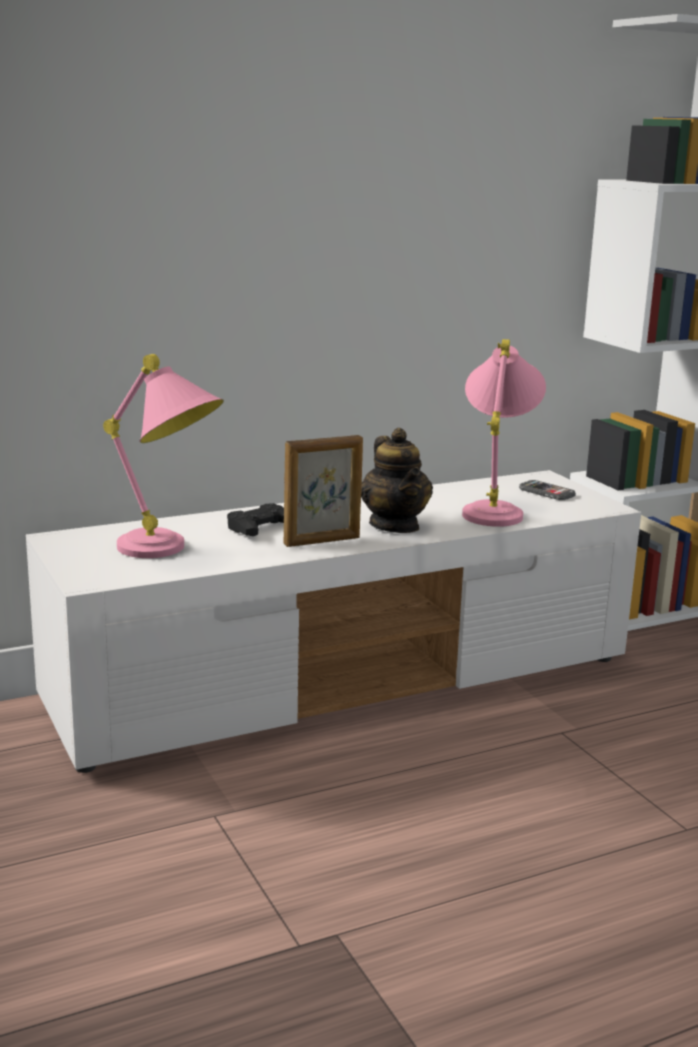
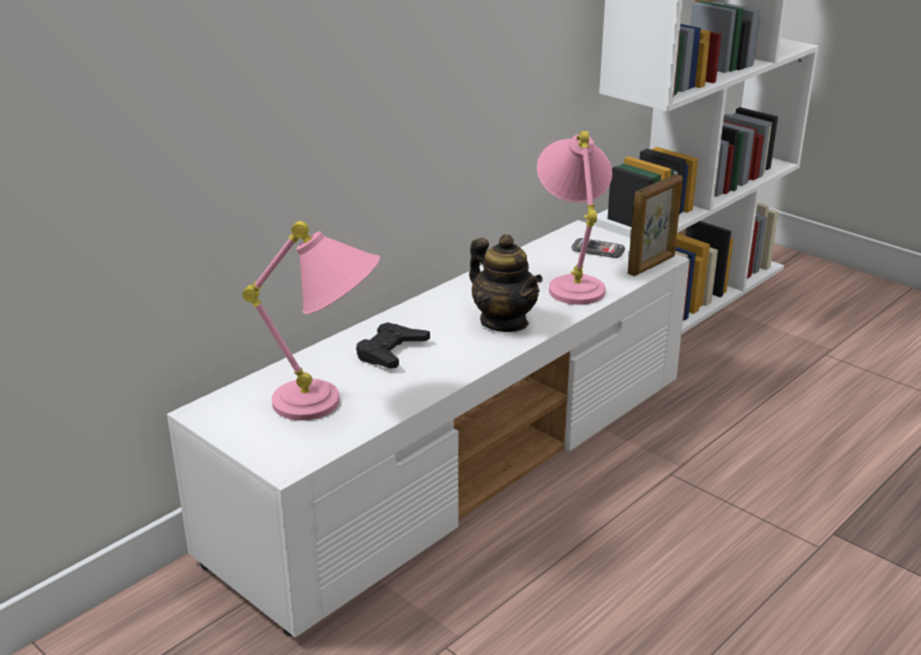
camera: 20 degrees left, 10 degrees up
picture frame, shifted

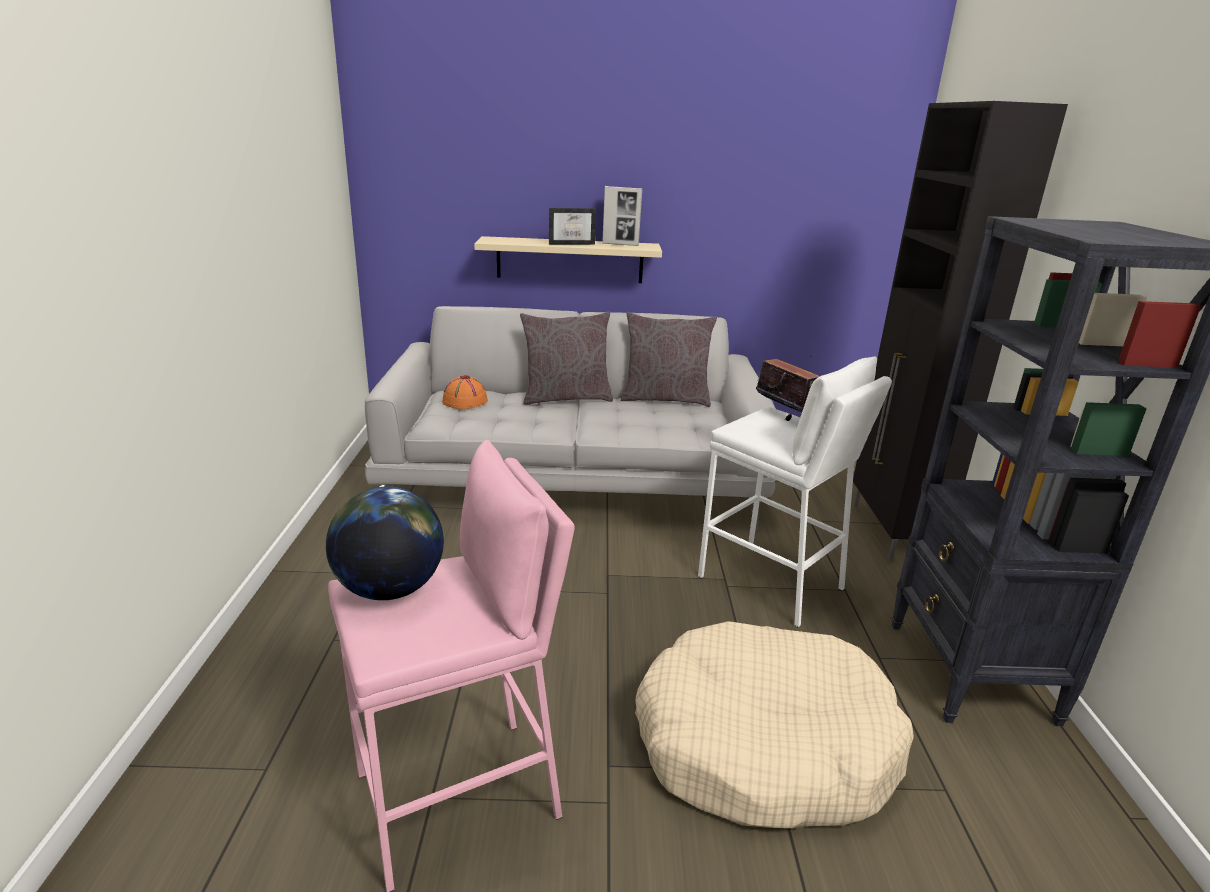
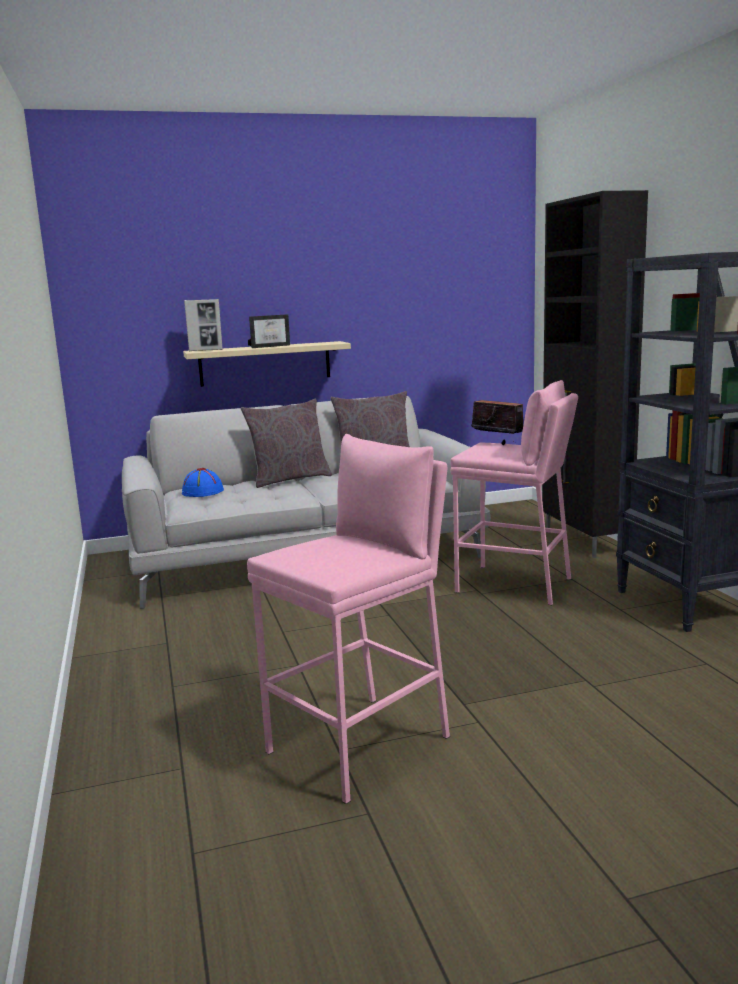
camera: 15 degrees left, 10 degrees down
picture frame (no. 2 from left in the first image) => picture frame (no. 1 from left), shifted
white stool => pink stool (no. 2 from left)
orange clothing hat => blue clothing hat
globe => nothing
beige-coloured pet bed => nothing

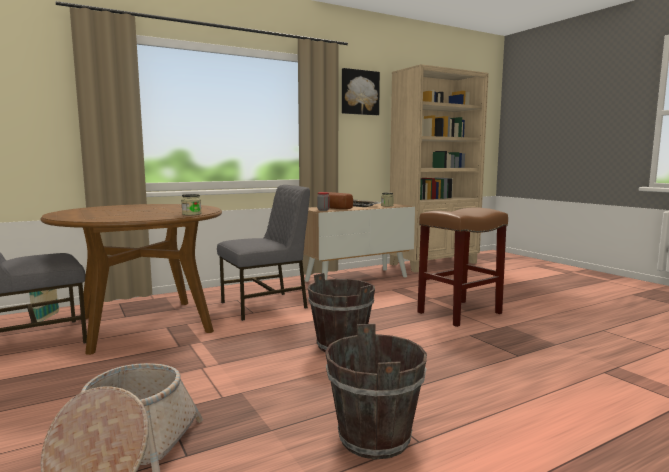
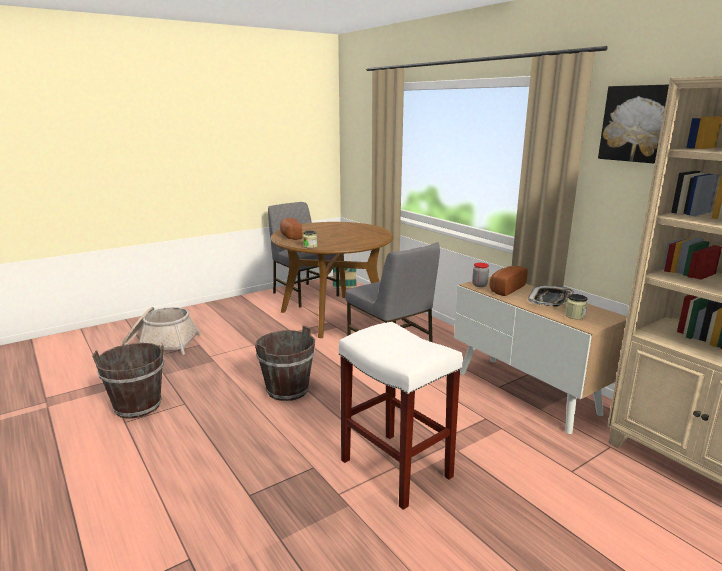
camera: 85 degrees right, 10 degrees up
brown-coloured stool => white stool
nothing => bread (no. 1 from left)

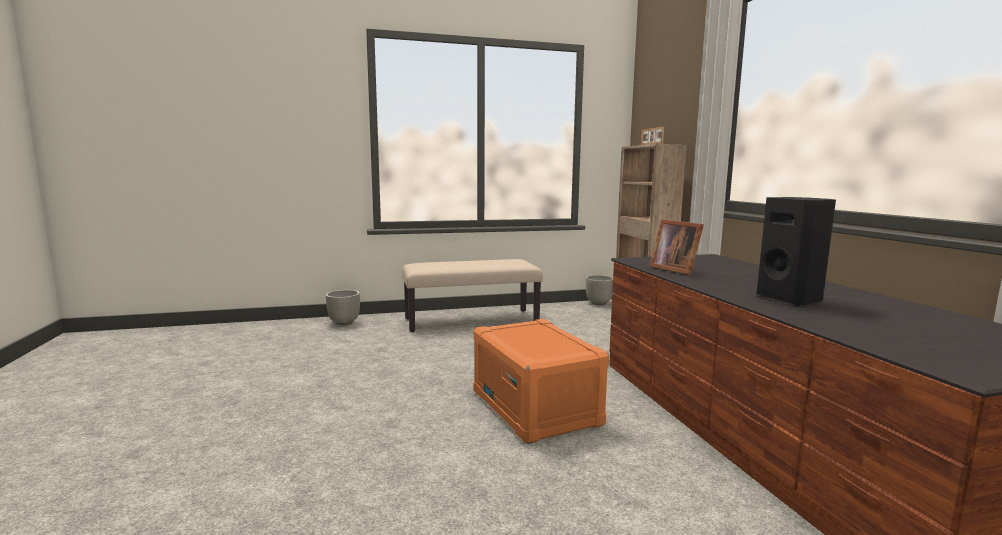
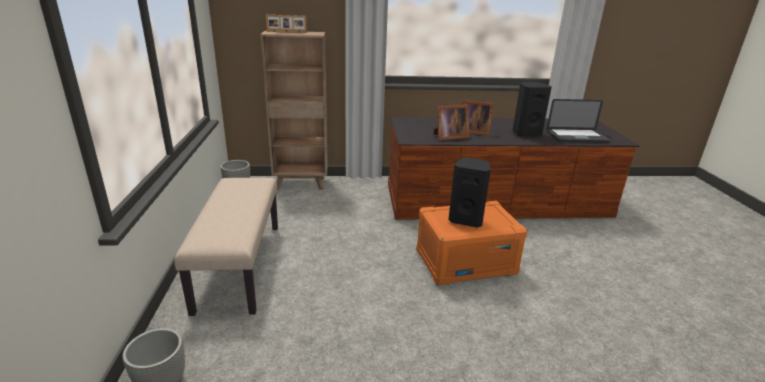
camera: 80 degrees left, 15 degrees up
nothing => laptop
nothing => picture frame (no. 3 from left)
nothing => black-coloured speaker (no. 1 from left)

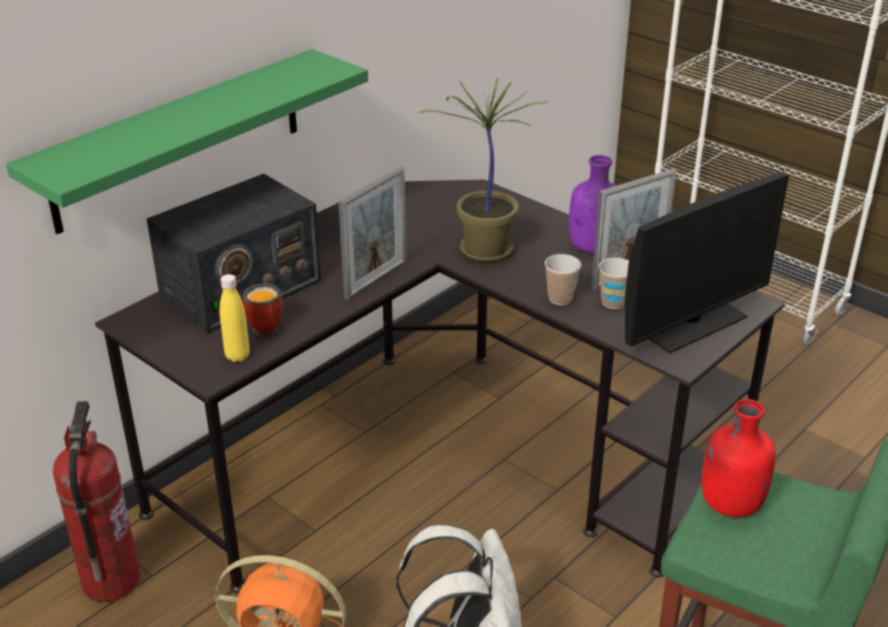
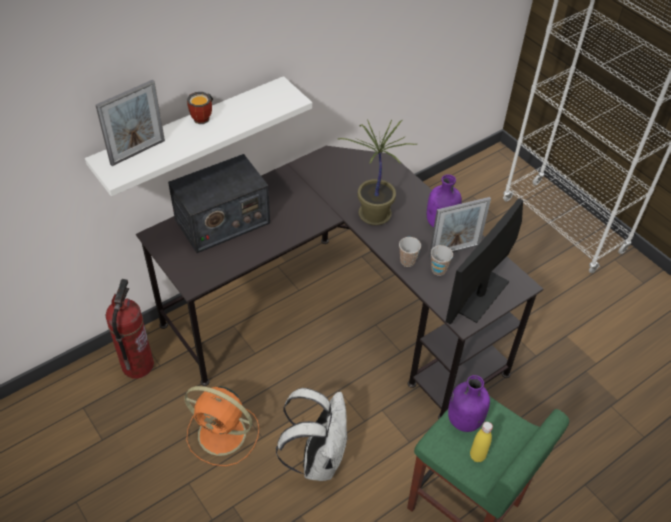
camera: 10 degrees right, 15 degrees up
greenish wall shelf => white wall shelf
picture frame (no. 1 from left), shifted
monitor, 150 degrees clockwise
yellow-coloured drink bottle, shifted
mug, shifted
reddish drink bottle => purplish drink bottle (no. 2 from left)

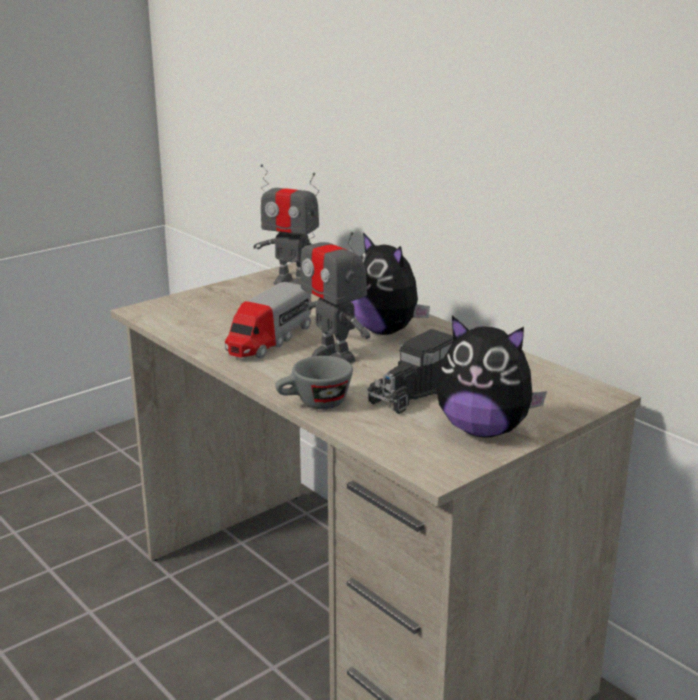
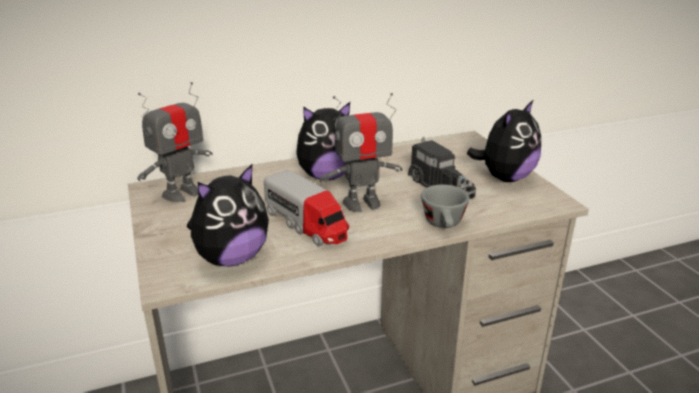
camera: 70 degrees left, 5 degrees up
nothing => plush toy (no. 1 from left)

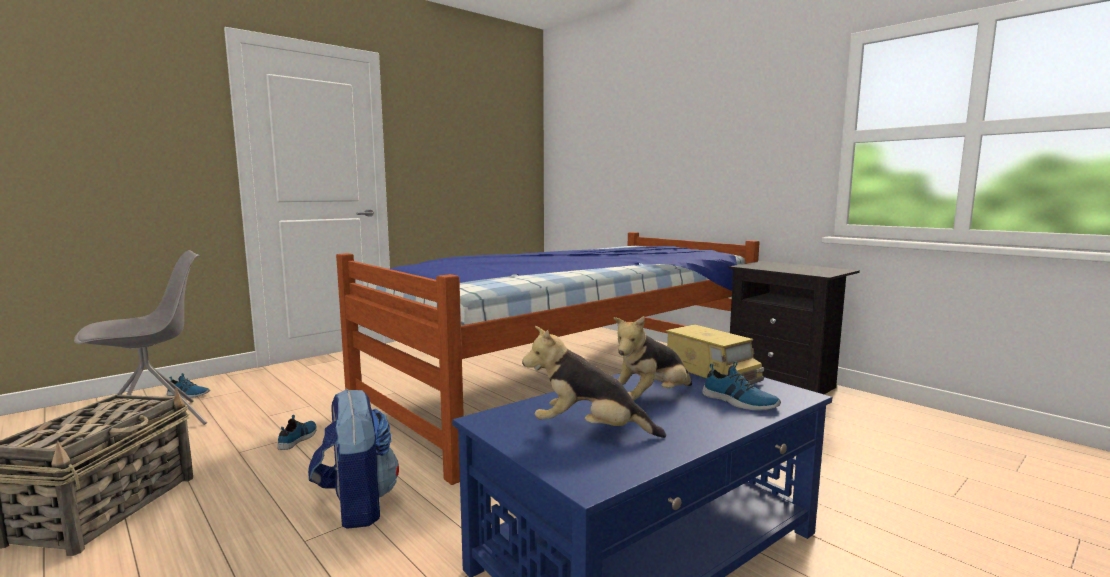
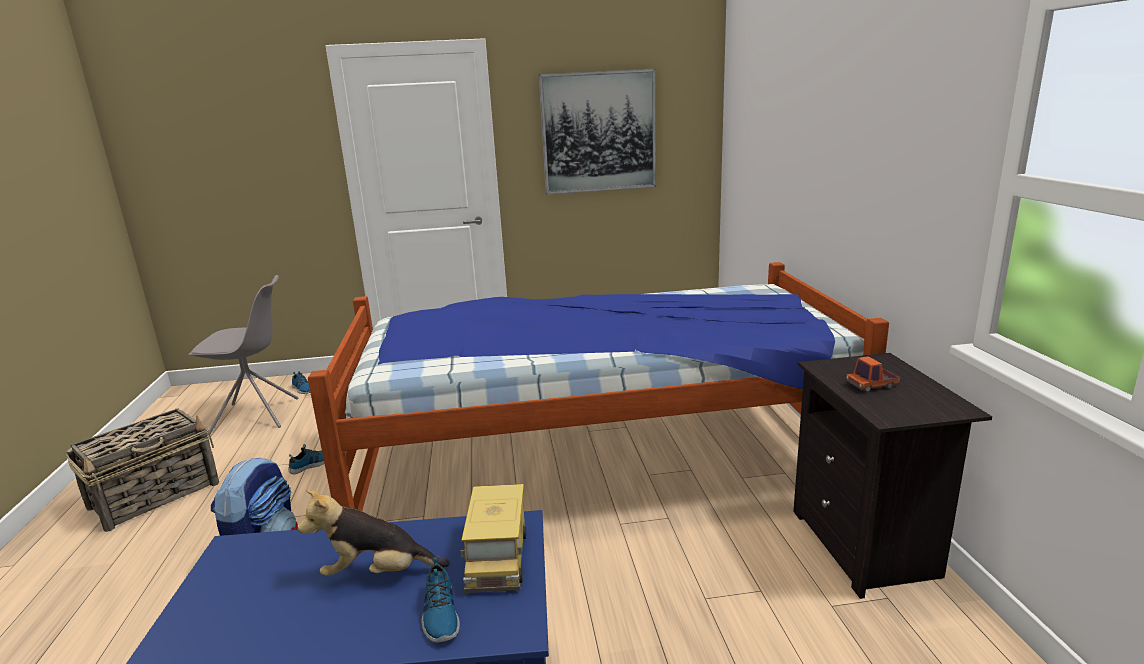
camera: 35 degrees right, 10 degrees up
plush toy (no. 1 from left) => nothing
nothing => wall picture
nothing => toy truck (no. 2 from left)

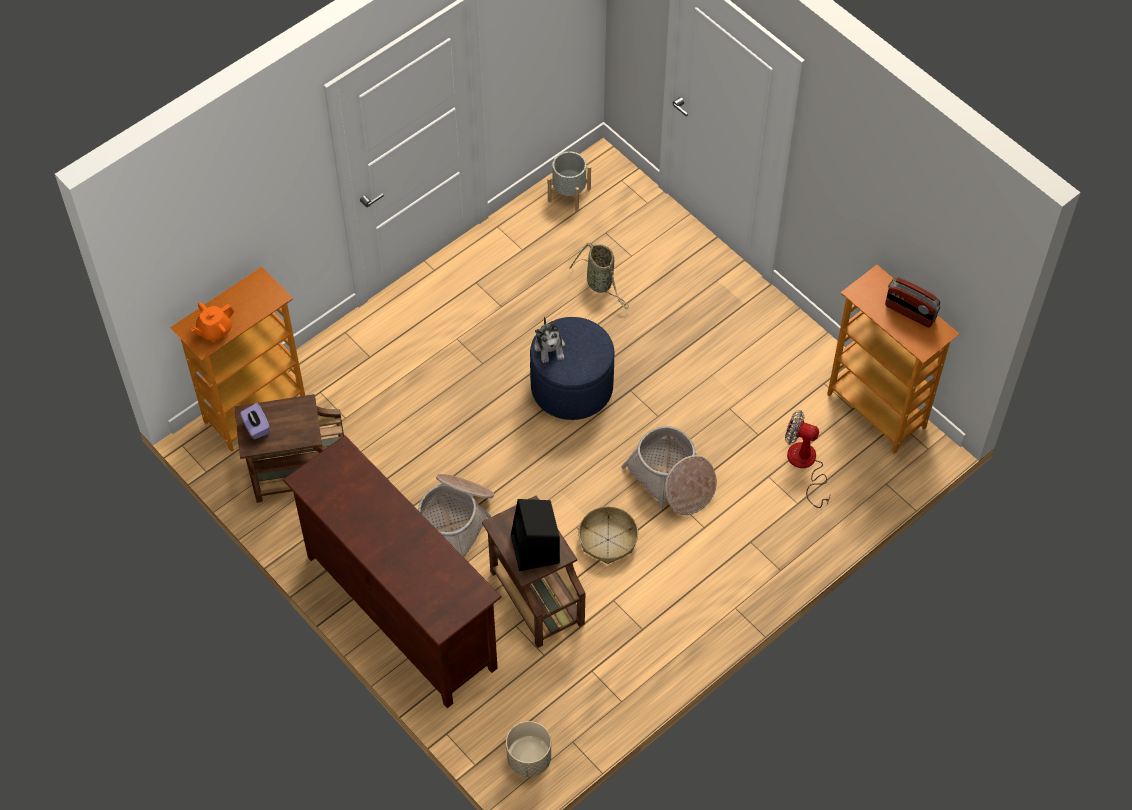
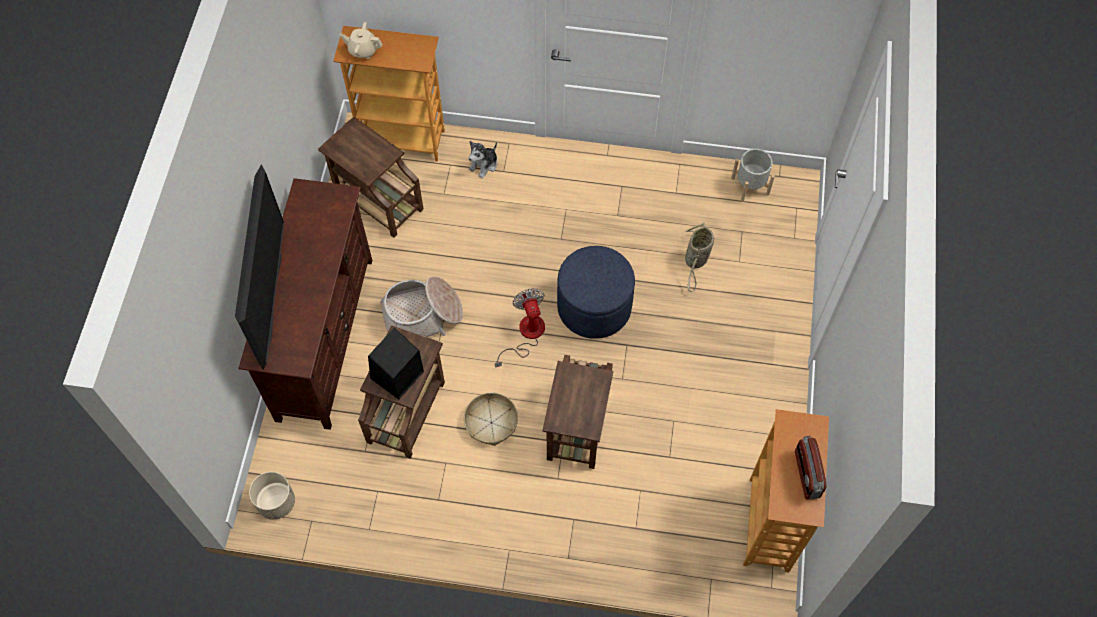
camera: 50 degrees right, 5 degrees up
orange tea pot => beige-coloured tea pot
plush toy, shifted
purplish tissue holder => nothing
cooling fan, shifted
storage basket (no. 4 from left) => brown-coloured end table (no. 3 from left)
nothing => TV set

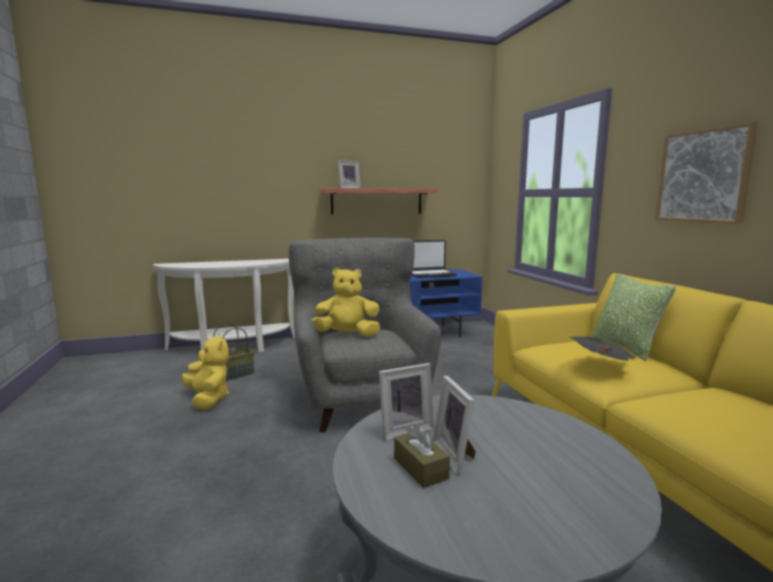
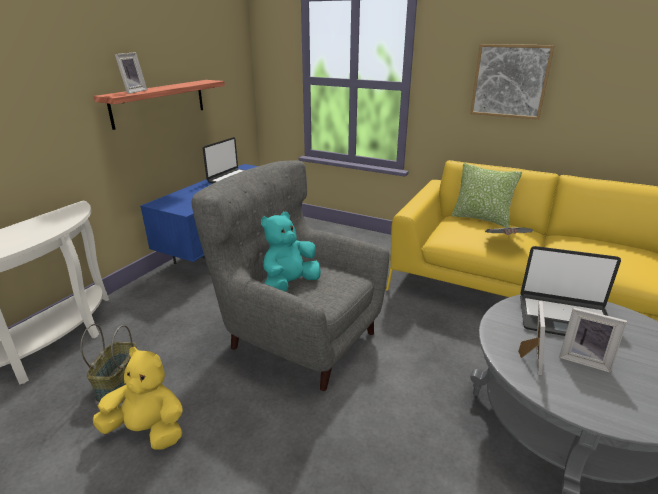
camera: 45 degrees left, 15 degrees up
yellow-coloured plush toy (no. 2 from left) => turquoise-coloured plush toy
brown-coloured tissue holder => nothing
nothing => laptop (no. 2 from left)

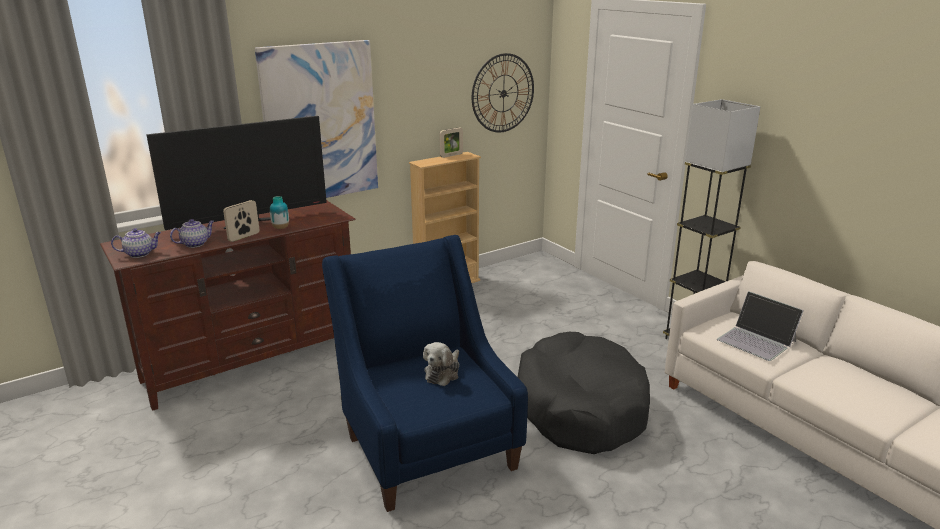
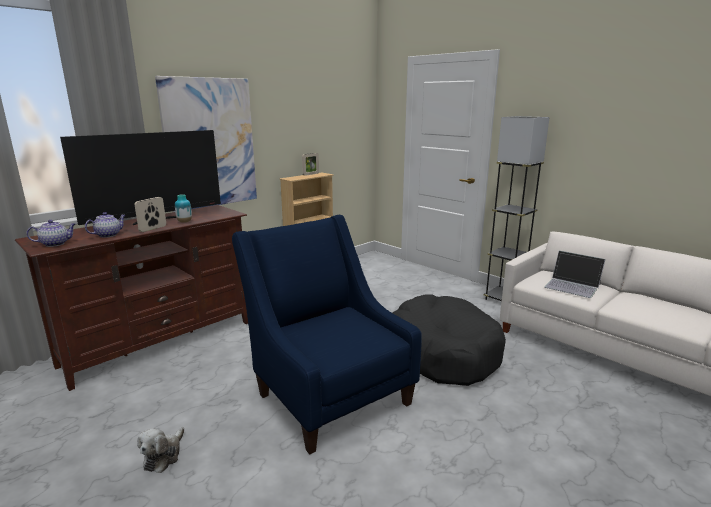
camera: 10 degrees left, 5 degrees down
wall clock => nothing
plush toy, shifted

